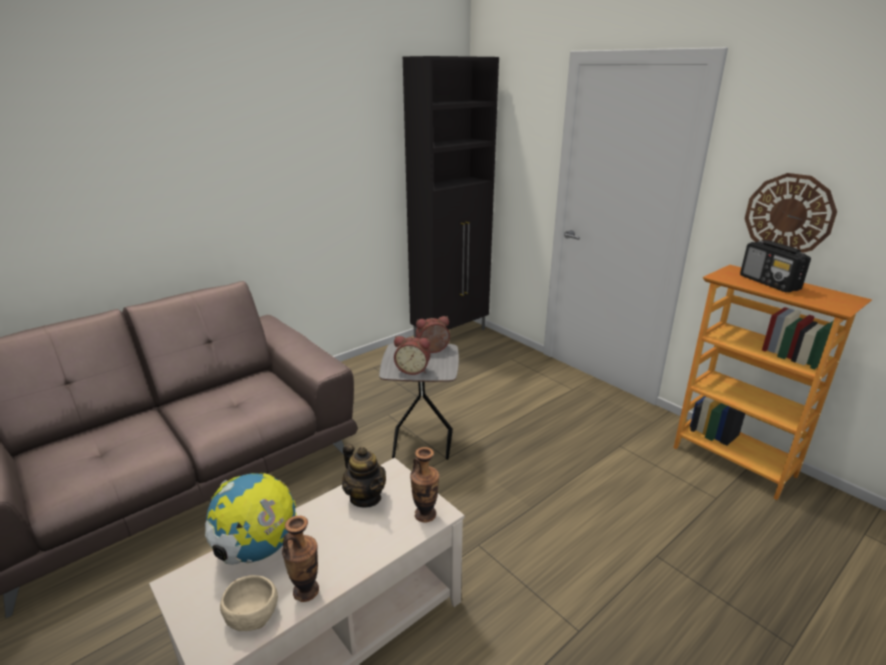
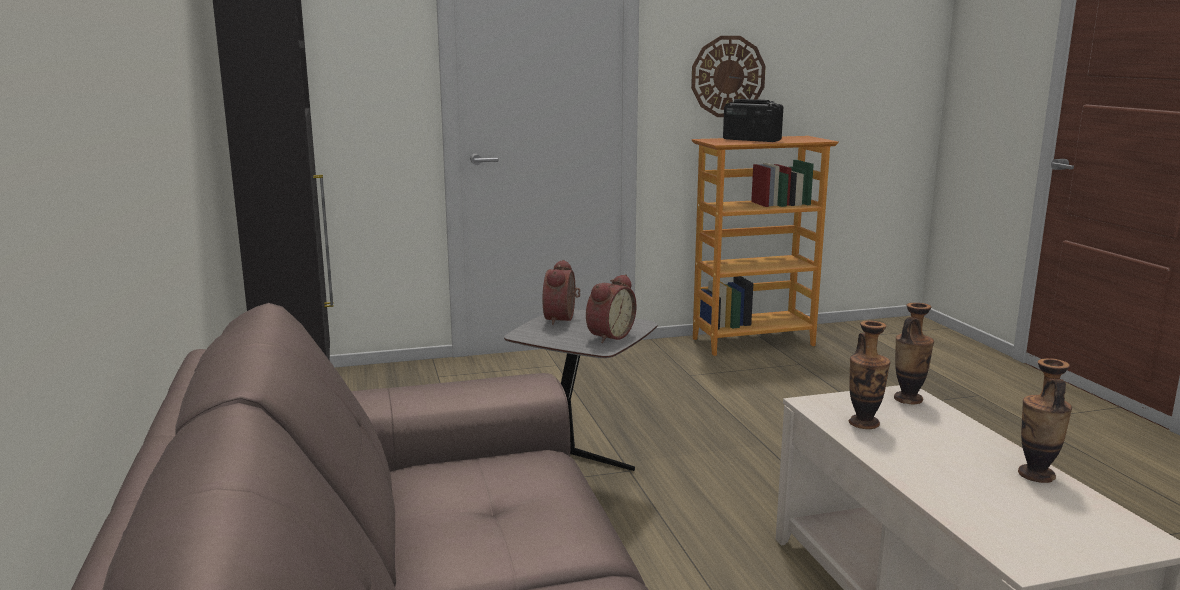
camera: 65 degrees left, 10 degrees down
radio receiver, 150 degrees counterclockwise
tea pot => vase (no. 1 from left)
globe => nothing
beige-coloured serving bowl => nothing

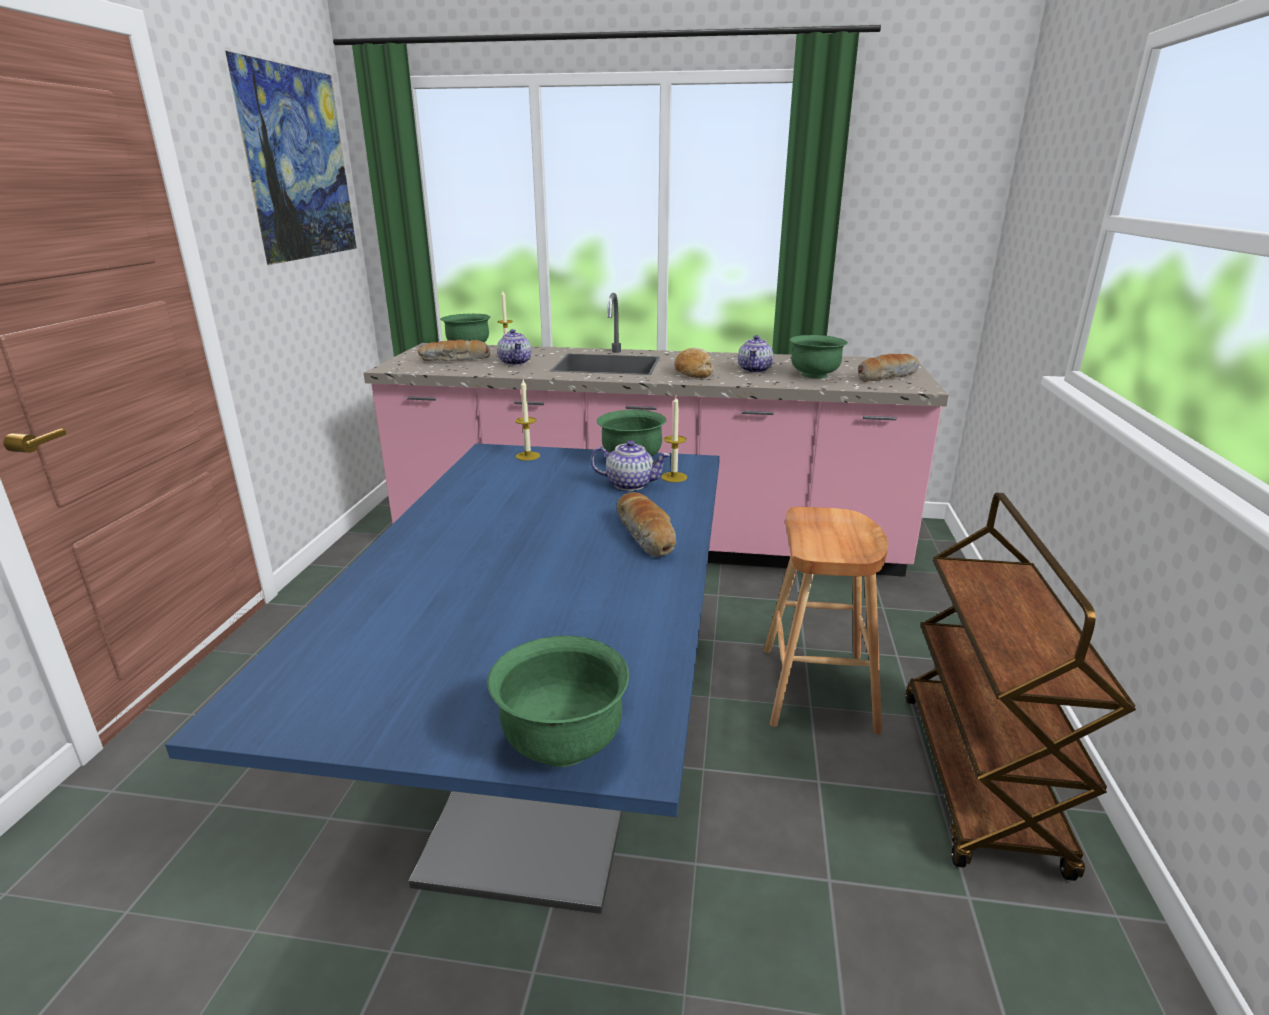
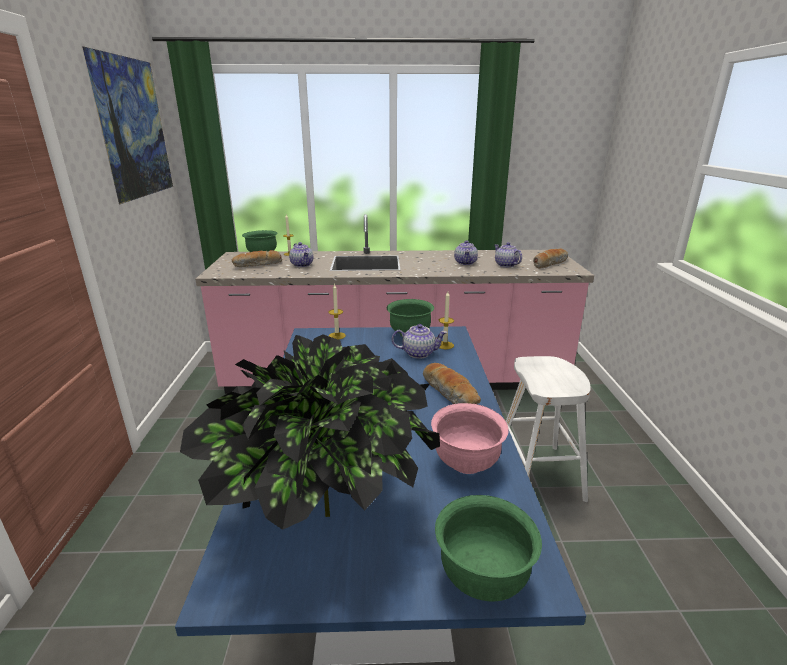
camera: 10 degrees left, 0 degrees up
greenish serving bowl (no. 4 from left) => tea pot (no. 4 from left)
bread (no. 3 from left) => nothing
brown-coloured cart => nothing
brown-coloured stool => white stool
nothing => houseplant
nothing => pink serving bowl

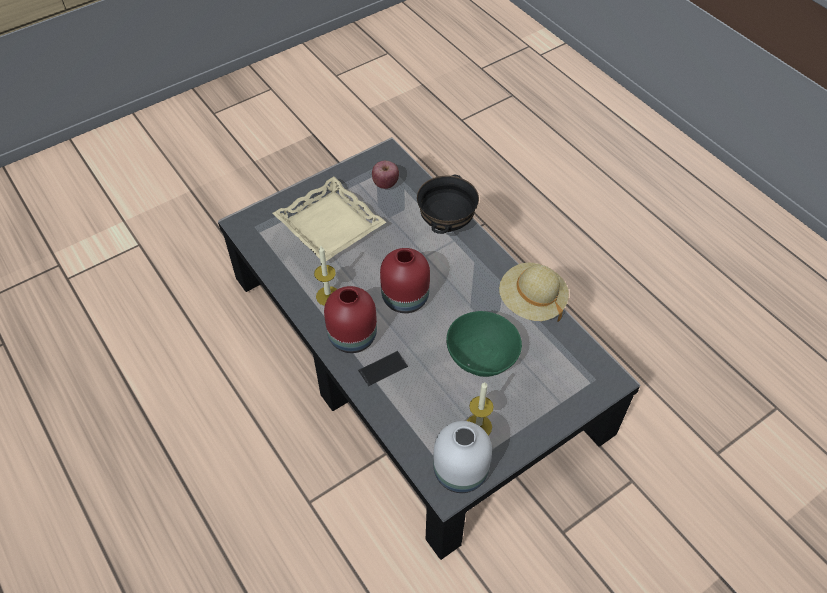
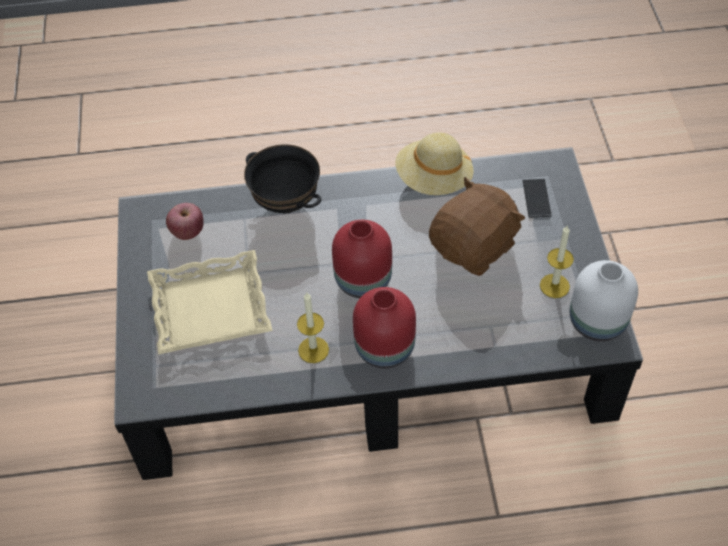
camera: 60 degrees left, 0 degrees up
greenish serving bowl => brown-coloured plush toy
handset, shifted

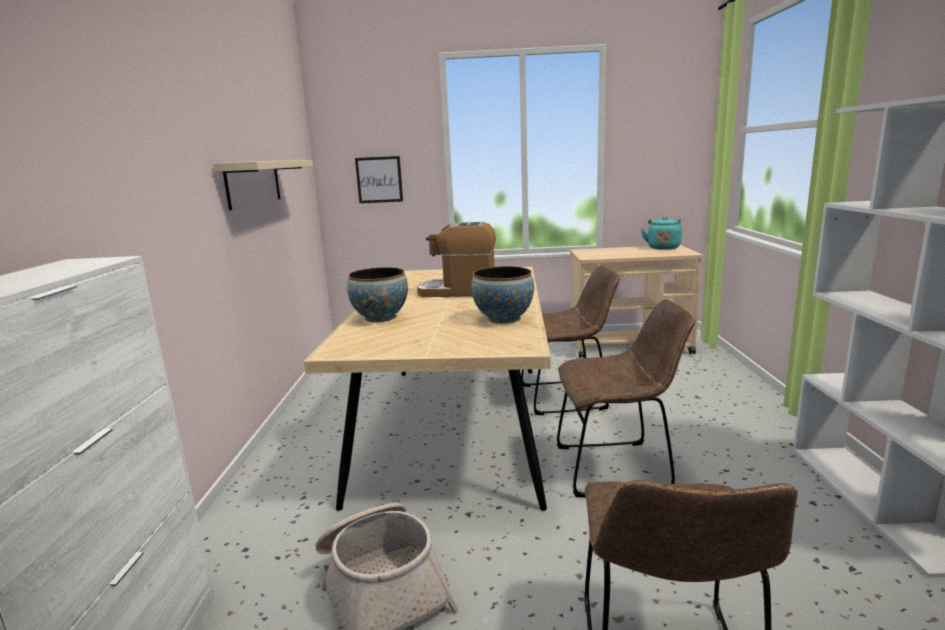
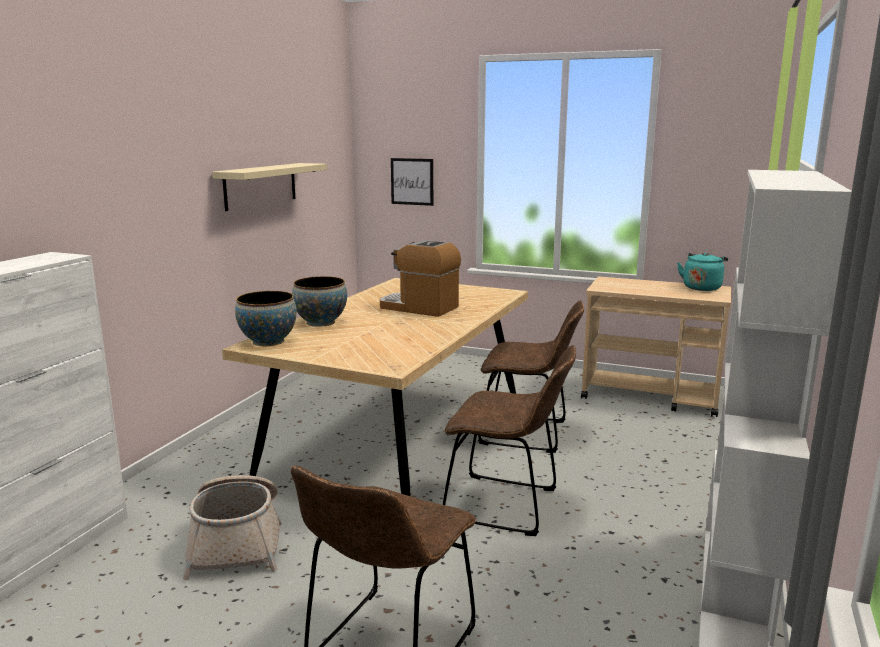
camera: 20 degrees right, 0 degrees up
serving bowl (no. 2 from left in the first image) => serving bowl (no. 1 from left), shifted

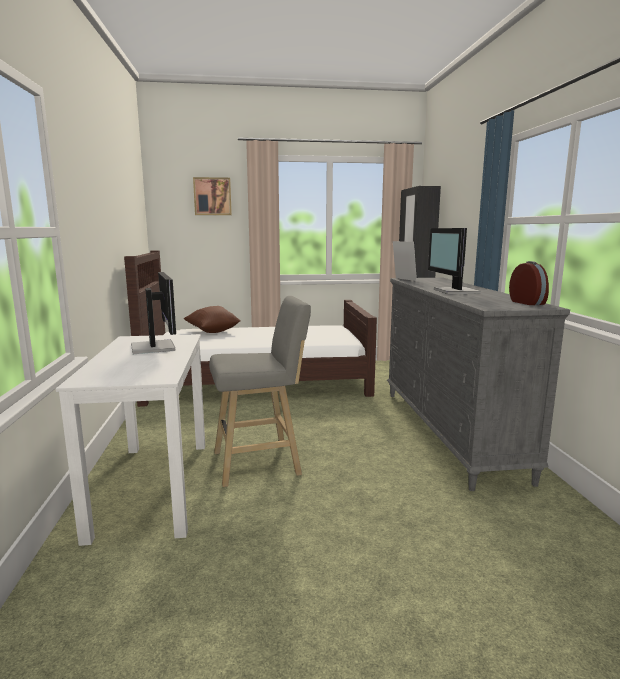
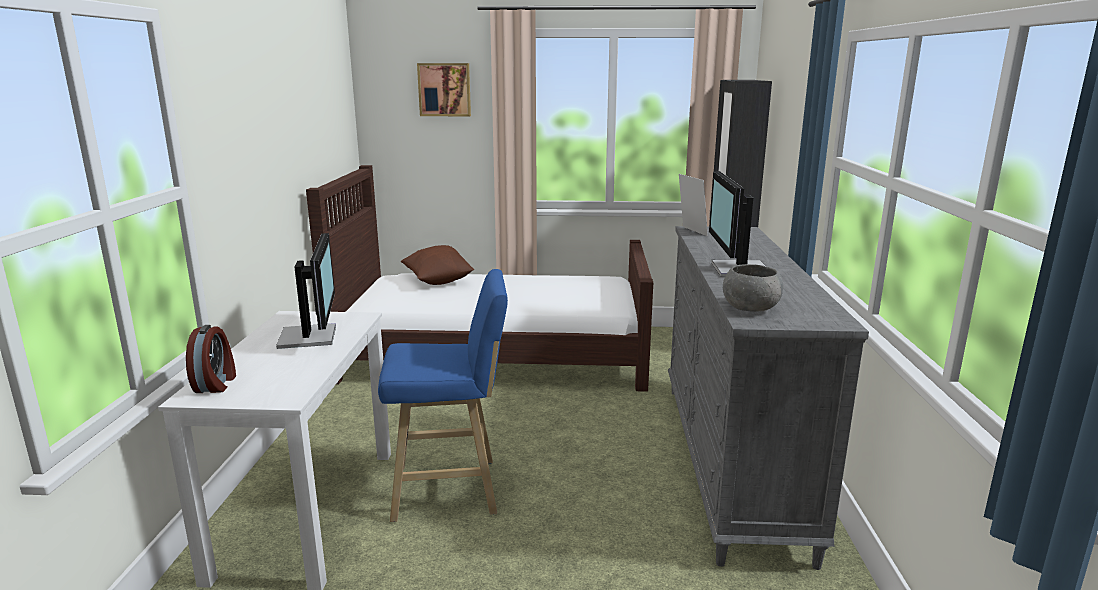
camera: 10 degrees right, 5 degrees up
bedside clock, shifted
grey stool => blue stool
nothing => grey serving bowl

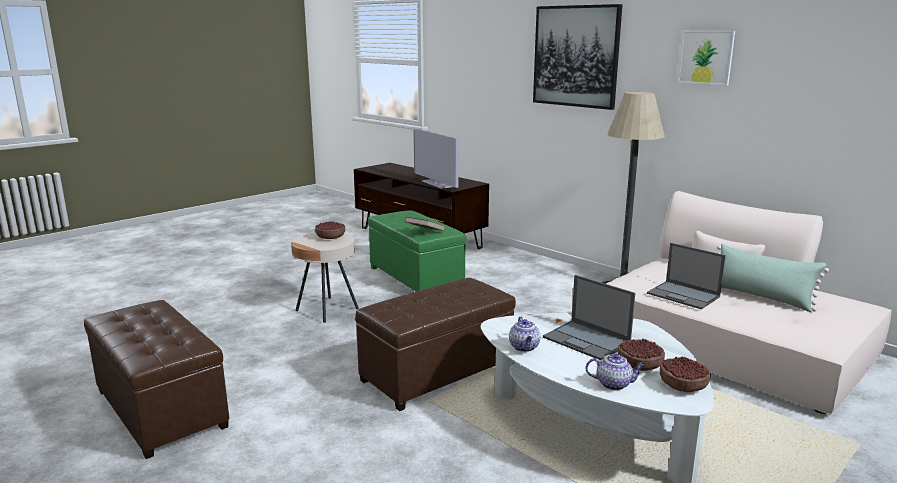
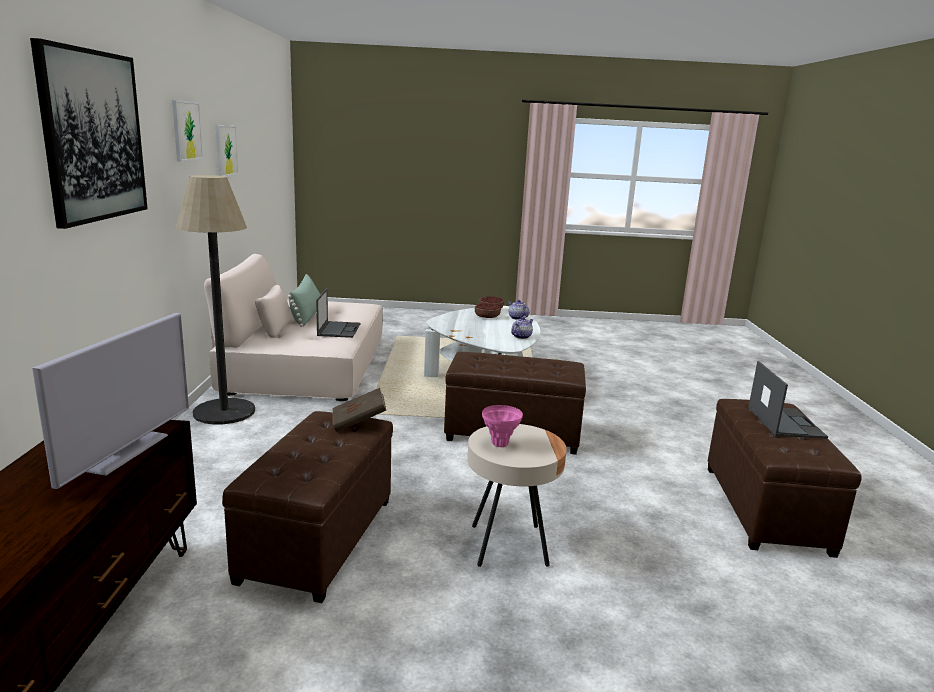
camera: 135 degrees left, 0 degrees up
greenish pouffe => brown-coloured pouffe (no. 1 from left)
serving bowl (no. 1 from left) => pink vase
laptop (no. 1 from left in the first image) => laptop (no. 2 from left), shifted
nothing => wall picture (no. 3 from left)

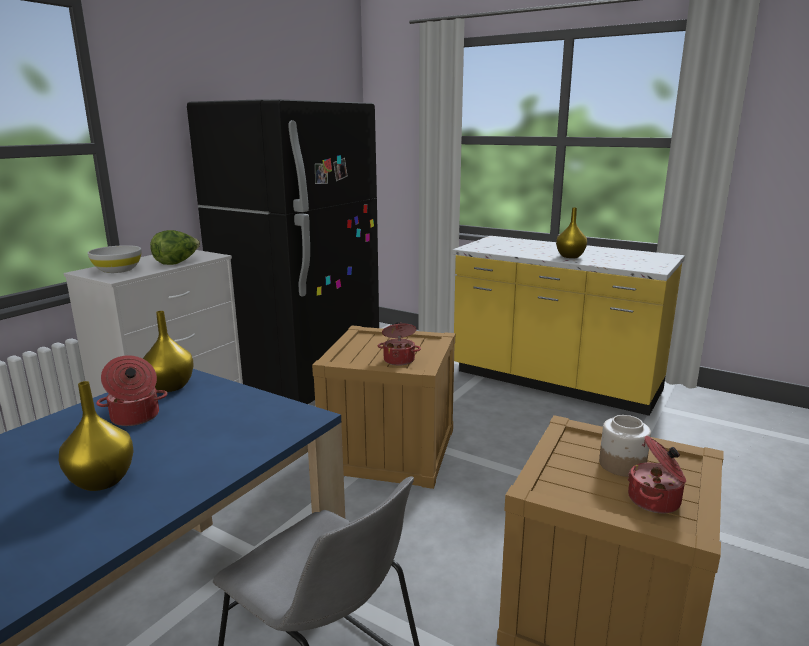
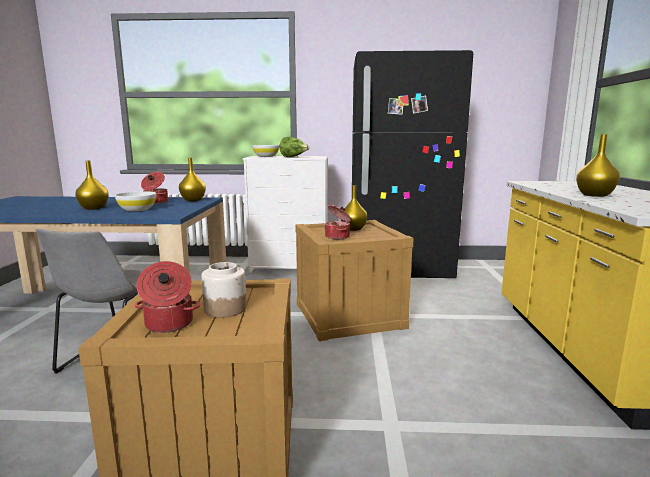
camera: 60 degrees right, 5 degrees down
nothing => yellow-coloured vase (no. 3 from left)
nothing => white serving bowl (no. 1 from left)

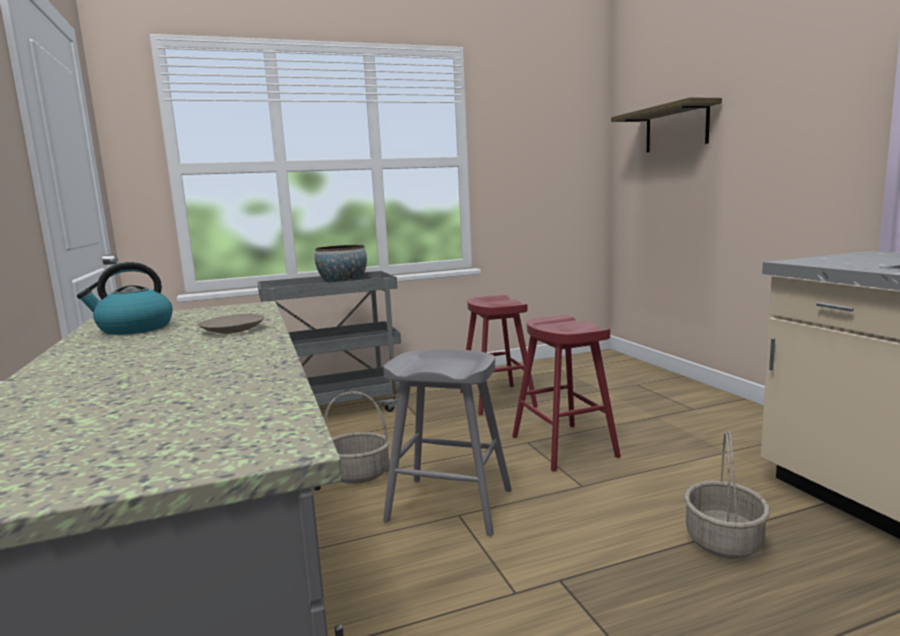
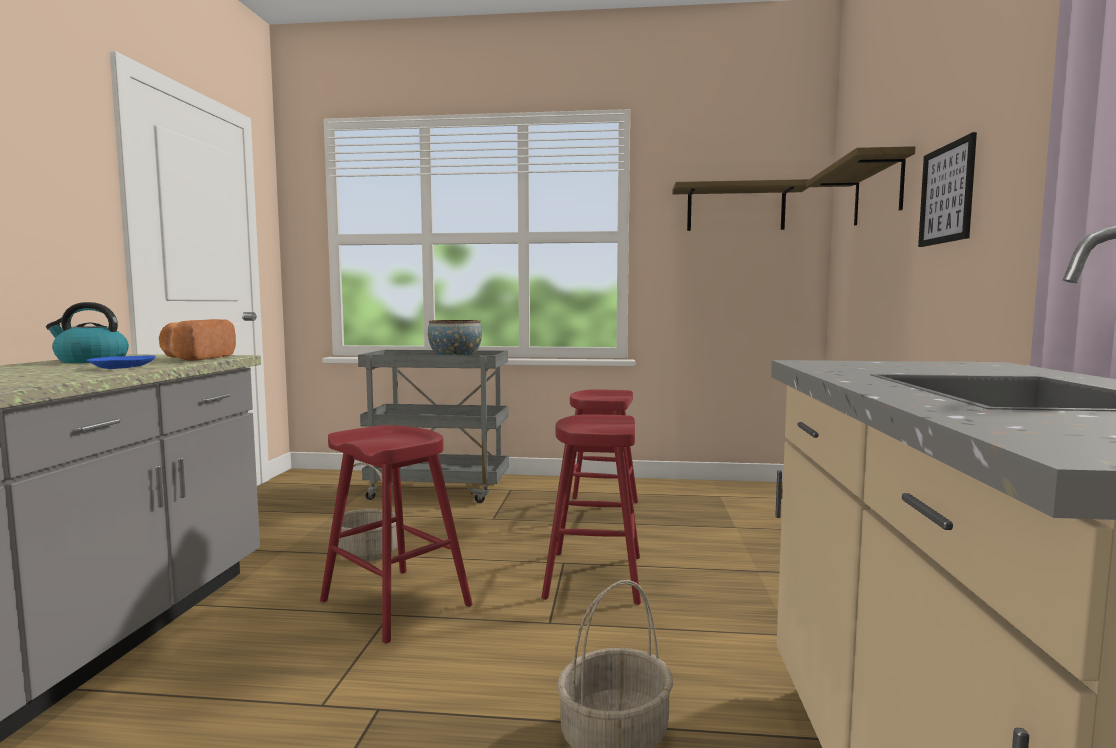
camera: 25 degrees right, 5 degrees down
beige-coloured plate => blue plate
grey stool => reddish stool (no. 1 from left)
nothing => wall picture
nothing => wall shelf (no. 1 from left)
nothing => bread

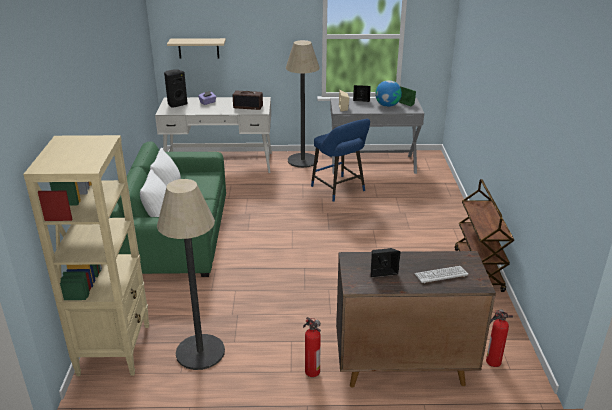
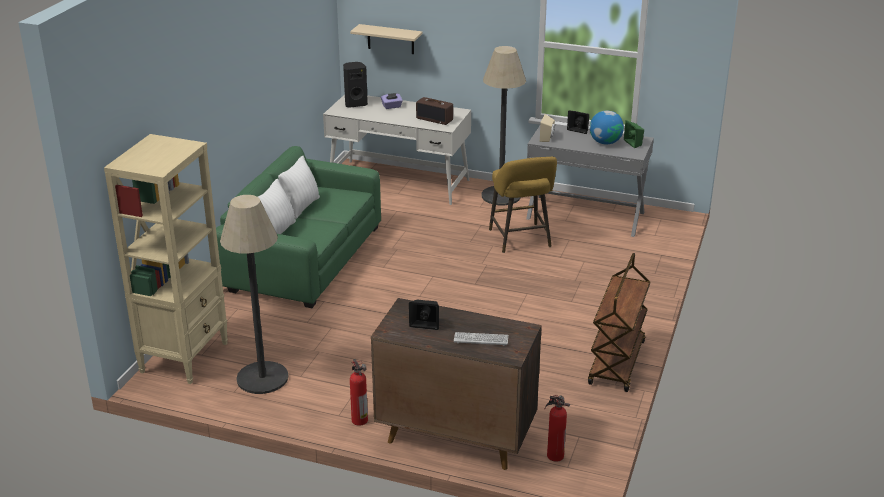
camera: 20 degrees right, 0 degrees up
blue stool => yellow-coloured stool

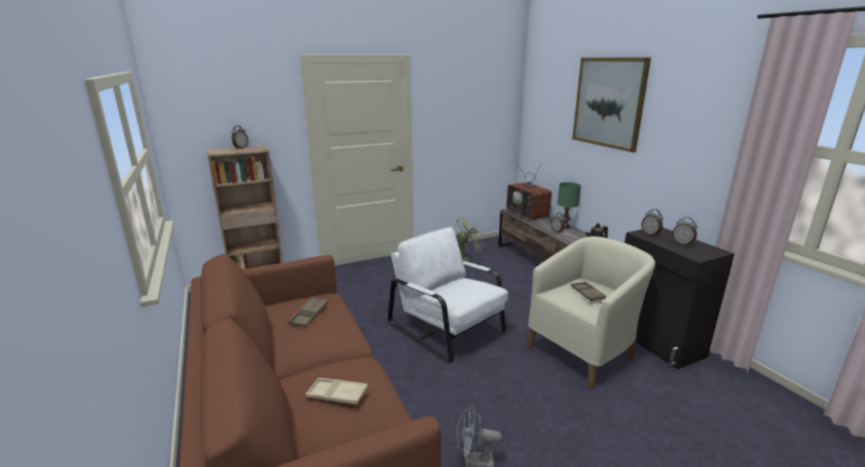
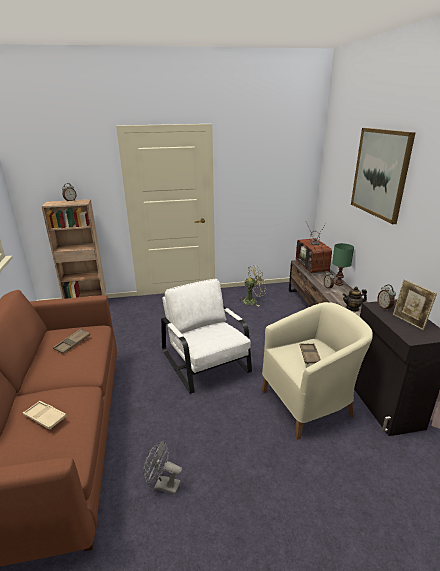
camera: 15 degrees right, 5 degrees up
bedside clock (no. 4 from left) => picture frame

